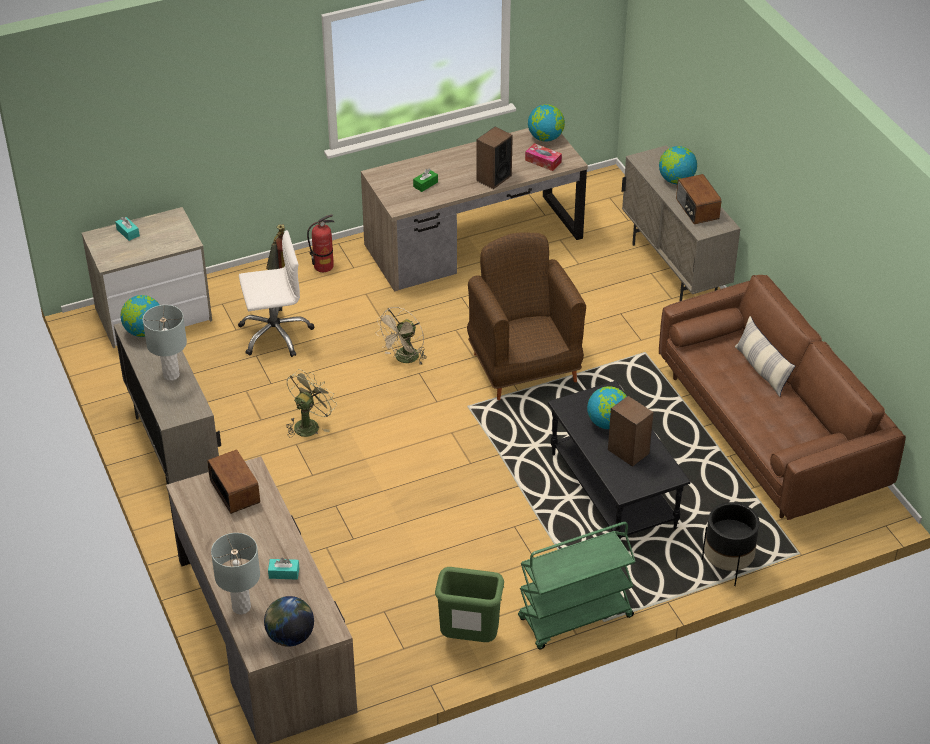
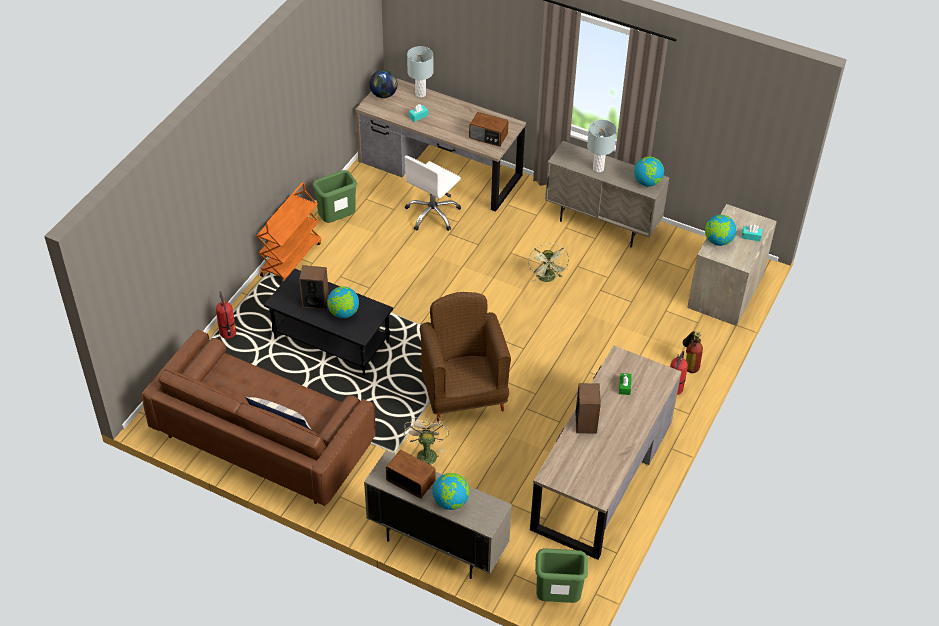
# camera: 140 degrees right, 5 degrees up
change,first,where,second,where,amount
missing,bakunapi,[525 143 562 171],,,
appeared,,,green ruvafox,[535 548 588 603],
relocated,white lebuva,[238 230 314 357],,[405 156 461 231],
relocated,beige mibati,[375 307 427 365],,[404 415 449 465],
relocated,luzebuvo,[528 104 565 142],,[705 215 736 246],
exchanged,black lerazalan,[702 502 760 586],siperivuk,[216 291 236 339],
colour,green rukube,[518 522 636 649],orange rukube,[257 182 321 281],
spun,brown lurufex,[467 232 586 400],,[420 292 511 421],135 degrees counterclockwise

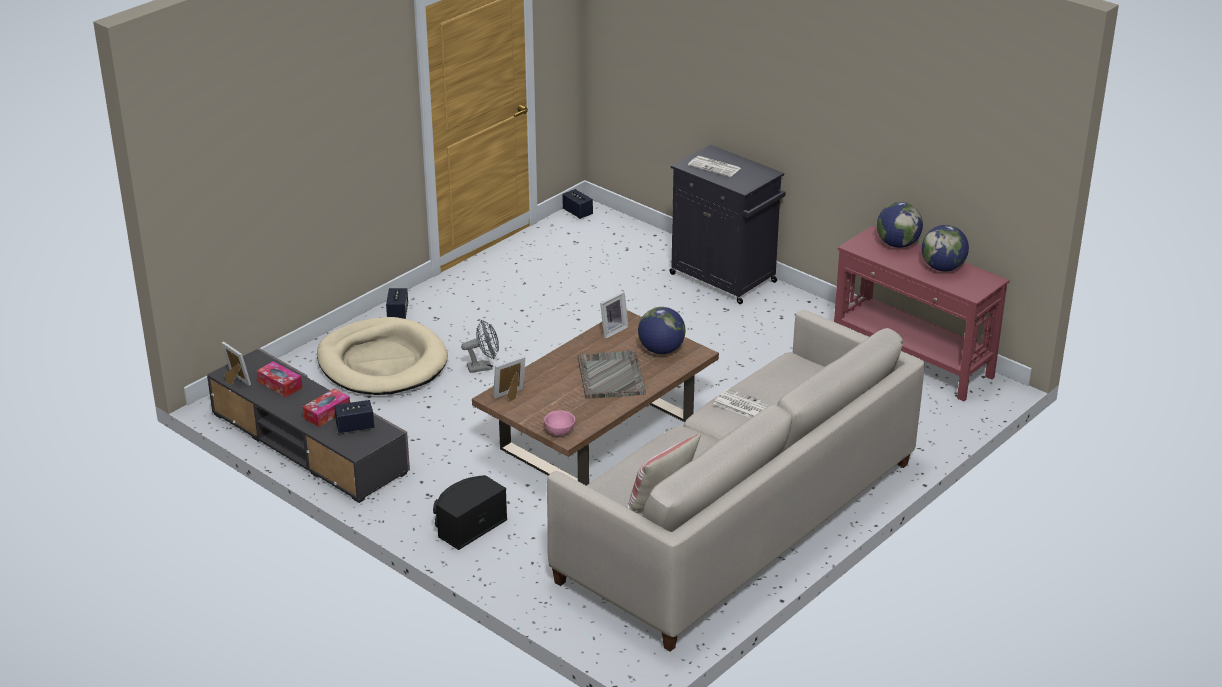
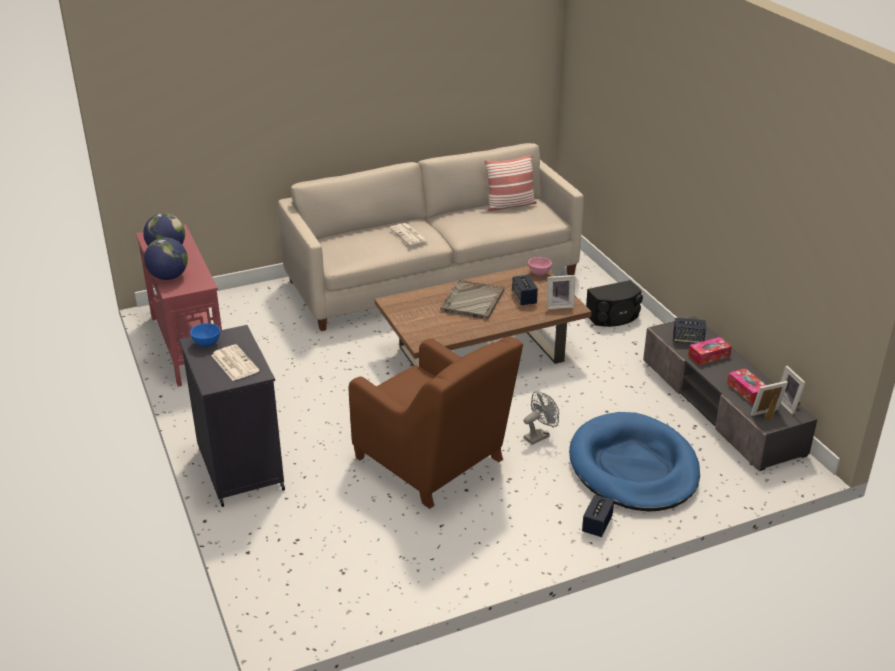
# camera: 155 degrees left, 0 degrees up
change,first,where,second,where,amount
missing,luzebuvo,[638 307 686 354],,,
appeared,,,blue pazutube,[190 323 220 347],
appeared,,,brown lurufex,[349 337 523 509],
relocated,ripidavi,[562 189 593 219],,[512 275 538 305],
relocated,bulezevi,[600 292 628 339],,[751 381 788 421],
colour,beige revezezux,[317 317 448 395],blue revezezux,[569 412 700 512],
spun,grey mibati,[461 320 499 373],,[524 391 559 445],135 degrees clockwise

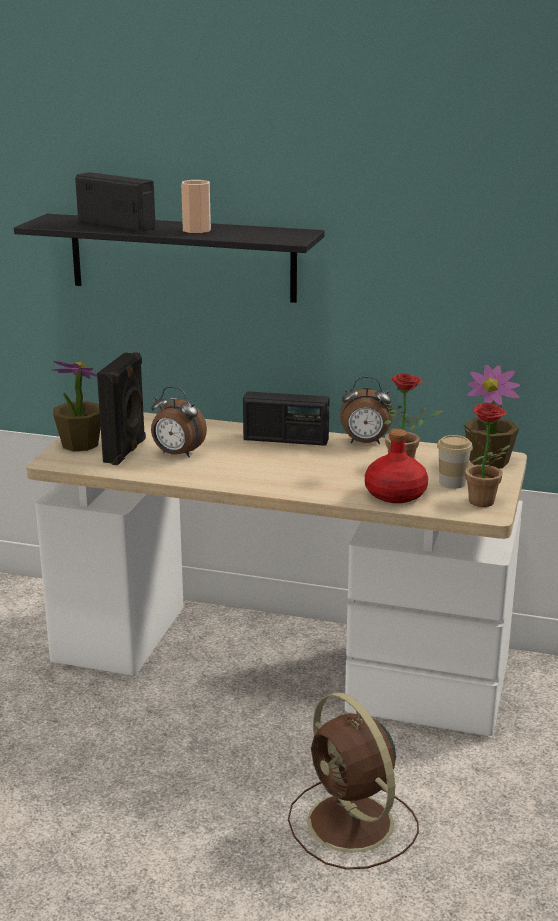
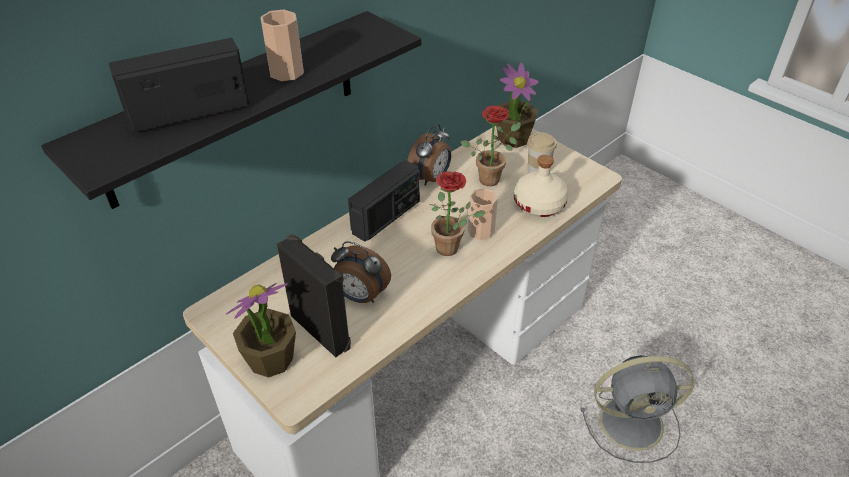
# camera: 60 degrees left, 20 degrees up
change,first,where,second,where,amount
appeared,,,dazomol,[468 188 498 240],
relocated,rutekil,[465 403 510 507],,[429 171 486 256],
colour,brown mibati,[288 692 419 870],grey mibati,[580 355 695 463],
colour,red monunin,[365 429 428 503],beige monunin,[514 155 568 217],
spun,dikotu,[151 387 207 458],,[331 241 391 303],60 degrees clockwise

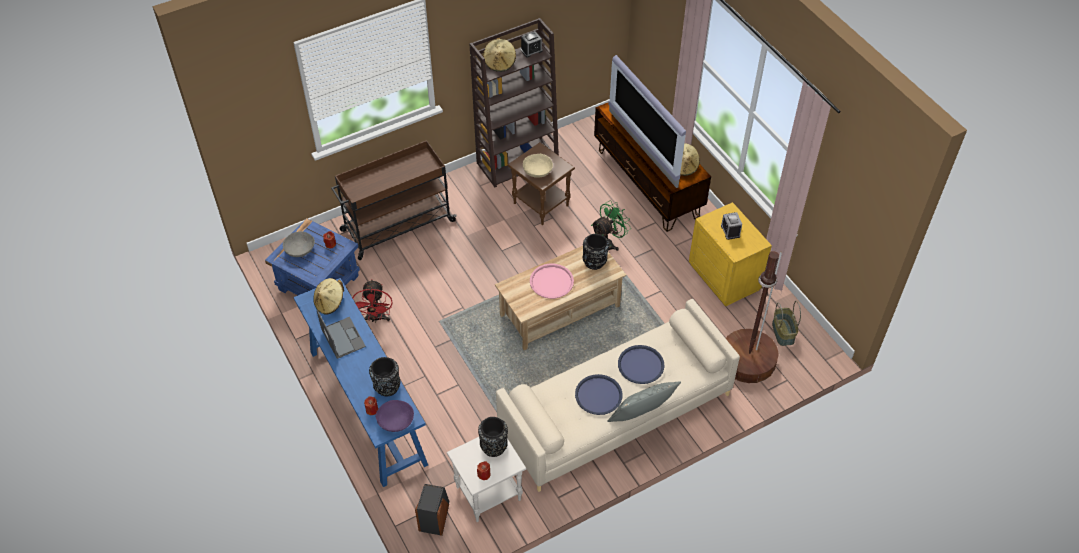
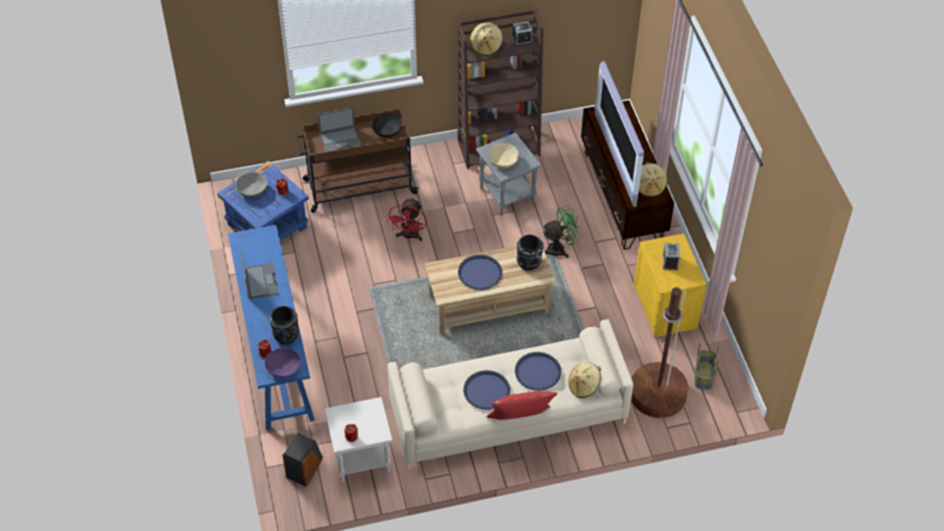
# camera: 15 degrees right, 0 degrees up
change,first,where,second,where,amount
missing,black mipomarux,[478 417 508 457],,,
appeared,,,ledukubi,[317 107 361 152],
appeared,,,black pazutube,[372 113 402 137],
relocated,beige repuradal,[313 278 344 315],,[568 362 601 398],
relocated,red mibati,[352 279 392 323],,[387 197 427 241],
colour,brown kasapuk,[508 142 575 225],grey kasapuk,[476 133 542 216],
colour,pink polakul,[530 264 574 299],blue polakul,[458 255 502 290],
colour,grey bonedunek,[607 381 681 422],red bonedunek,[486 391 558 420],

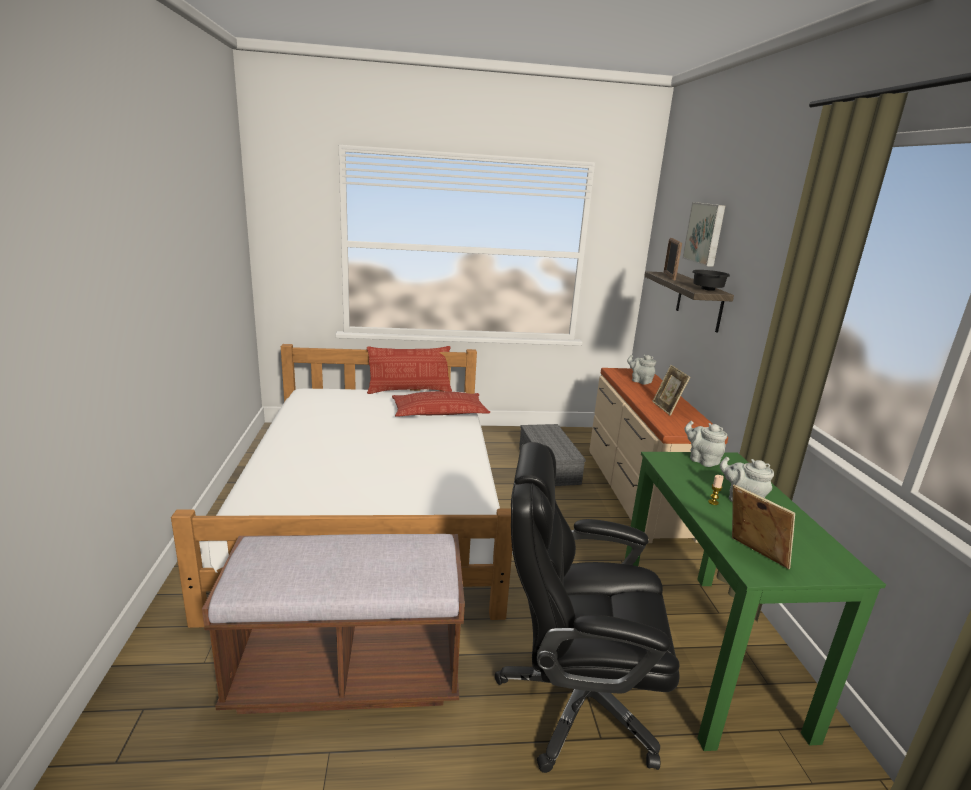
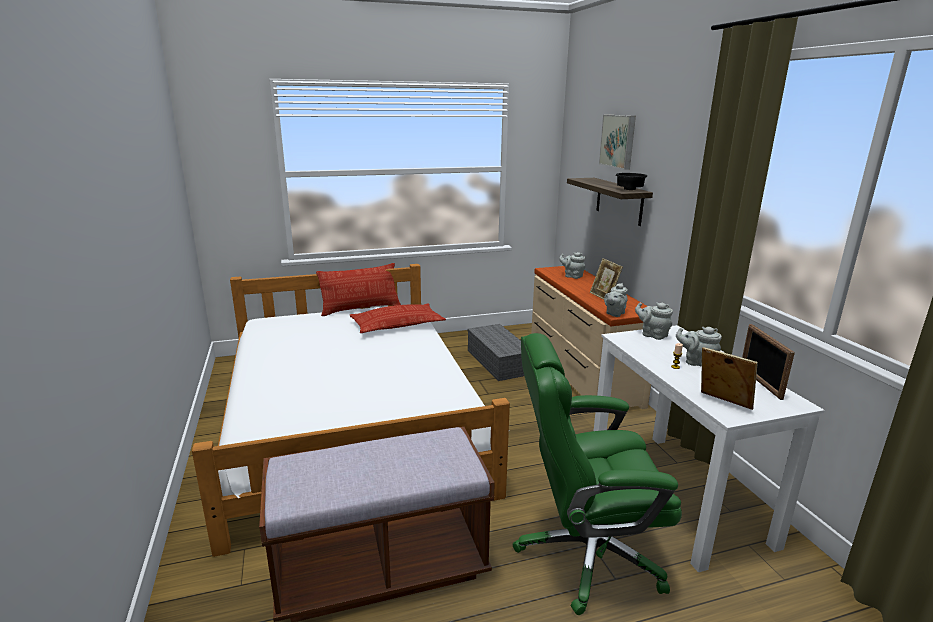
# camera: 10 degrees left, 0 degrees up
change,first,where,second,where,amount
appeared,,,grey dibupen,[604 283 628 317],
relocated,bulezevi,[664 238 682 281],,[742 324 795 400],
colour,black lebuva,[495 442 680 773],green lebuva,[513 333 682 615],
colour,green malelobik,[625 452 886 751],white malelobik,[594 325 825 572],

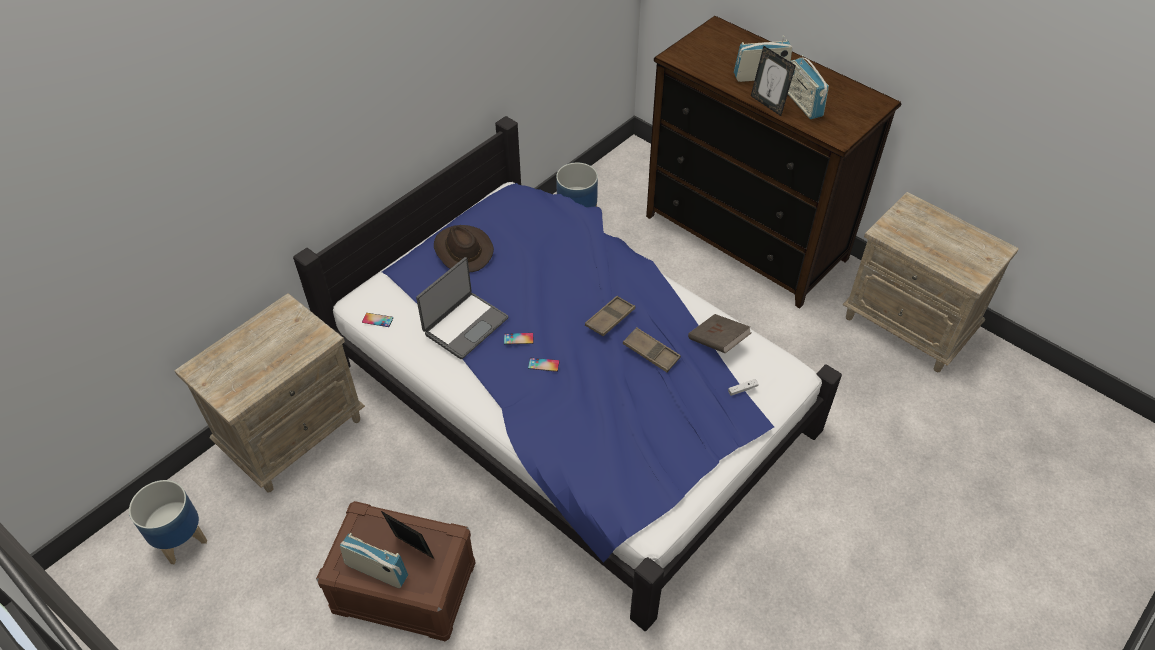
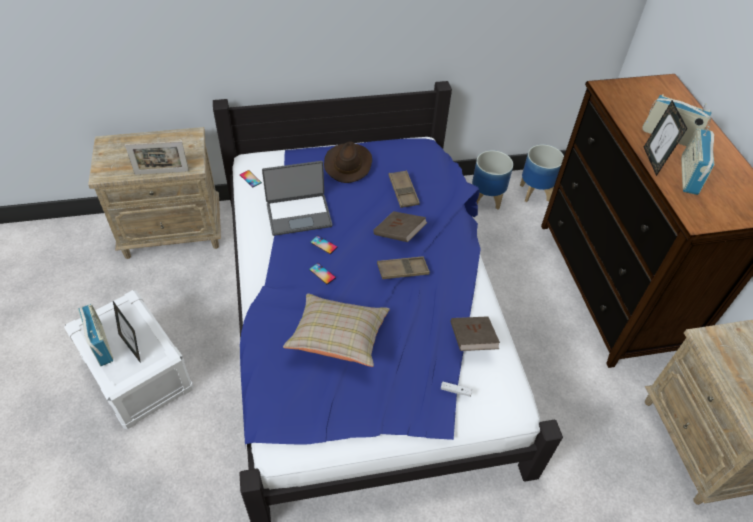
# camera: 35 degrees right, 0 degrees up
change,first,where,second,where,amount
appeared,,,bulezevi,[125 141 189 175],
appeared,,,beige bonedunek,[283 294 390 367],
appeared,,,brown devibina,[373 211 427 242],
relocated,lerazalan,[129 480 207 564],,[520 145 564 202],
relocated,brown polakul,[623 327 681 373],,[389 170 420 208],
colour,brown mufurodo,[316 501 476 641],white mufurodo,[64 290 194 429],

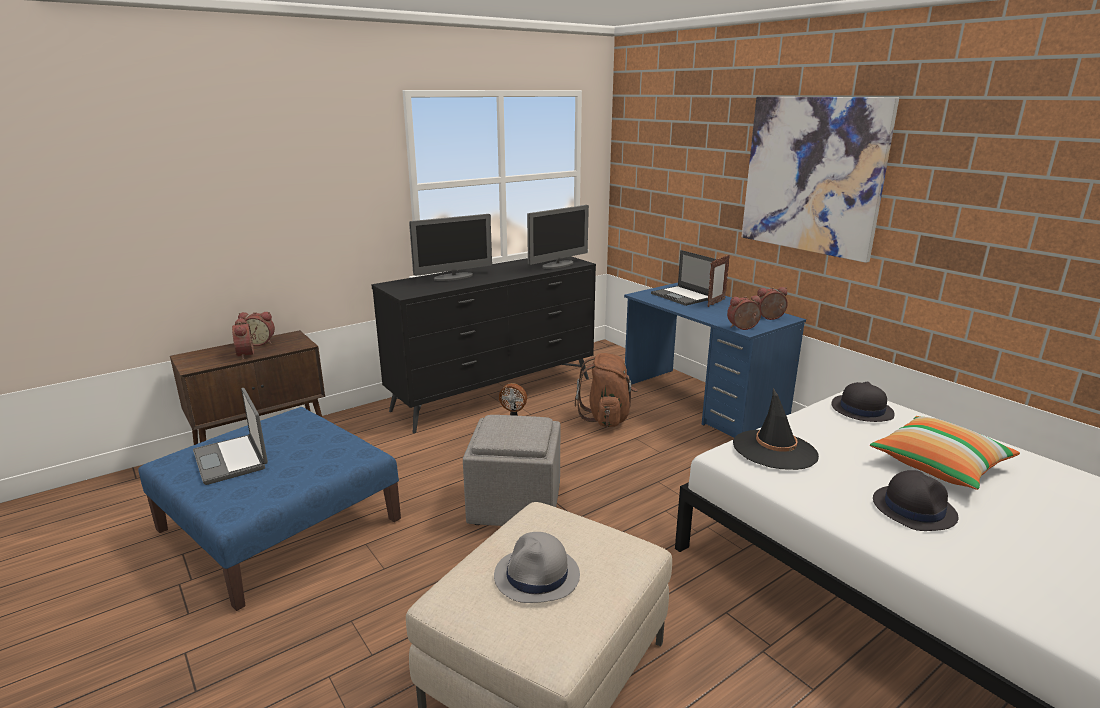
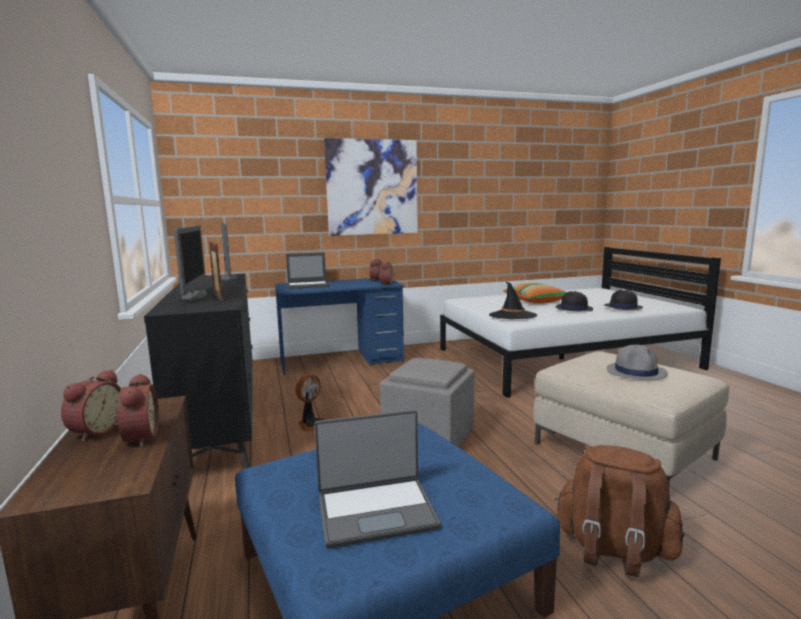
# camera: 70 degrees left, 10 degrees down
change,first,where,second,where,amount
relocated,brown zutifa,[575 353 638 427],,[555 445 684 577],
relocated,bulezevi,[707 254 730 307],,[209 241 223 301],
relocated,black repuradal,[831 382 895 422],,[604 290 643 310],
spun,dikotu,[232 318 256 359],,[113 373 159 447],105 degrees counterclockwise

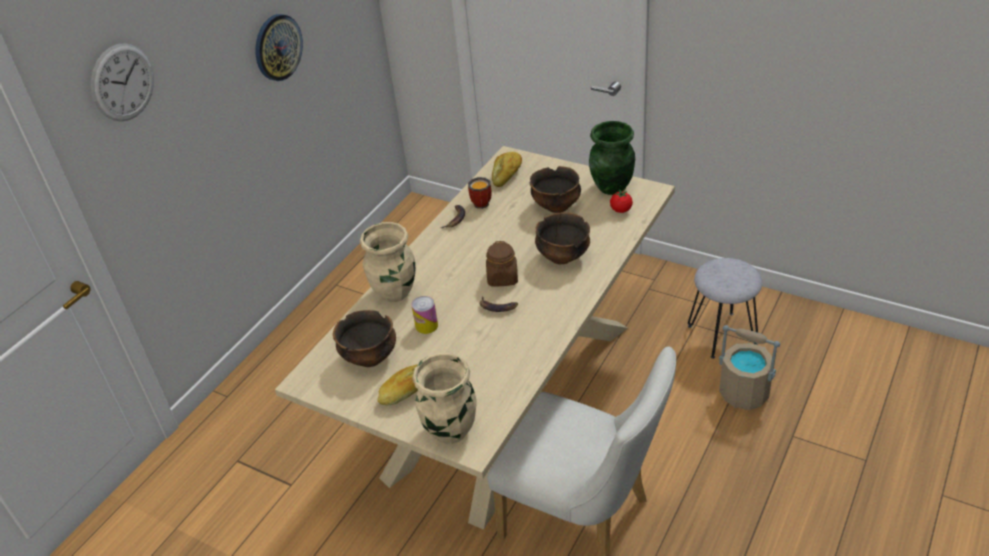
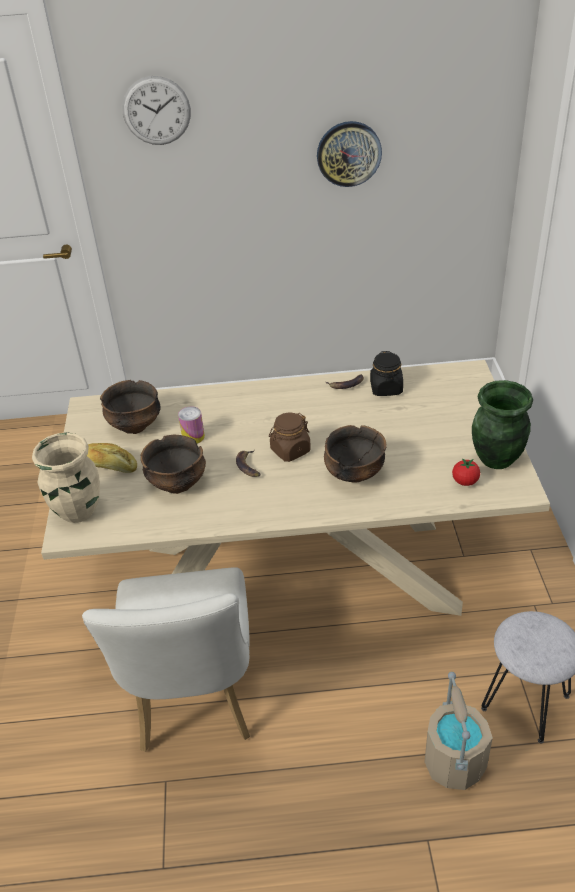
# camera: 55 degrees right, 0 degrees up
change,first,where,second,where,amount
missing,beige mipomarux,[360 222 415 302],,,
missing,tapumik,[492 152 522 187],,,
relocated,pazutube,[530 166 581 213],,[140 434 206 494],
exchanged,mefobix,[468 177 491 209],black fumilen,[370 351 403 396],

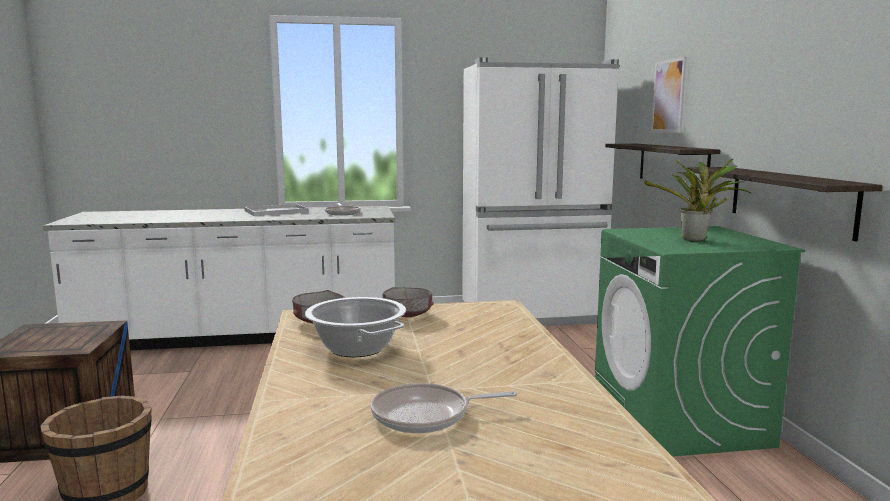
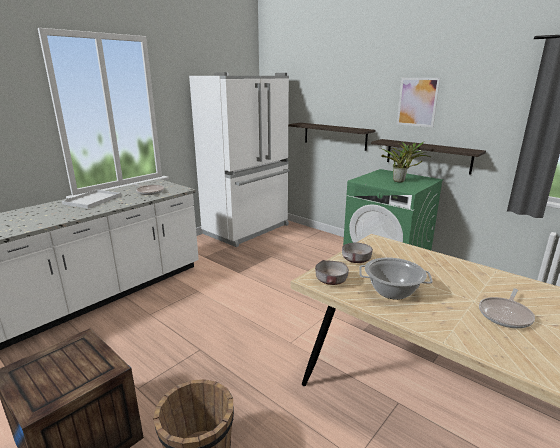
# camera: 40 degrees left, 10 degrees up
change,first,where,second,where,amount
relocated,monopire,[651 57 687 133],,[397 78 440 127],

